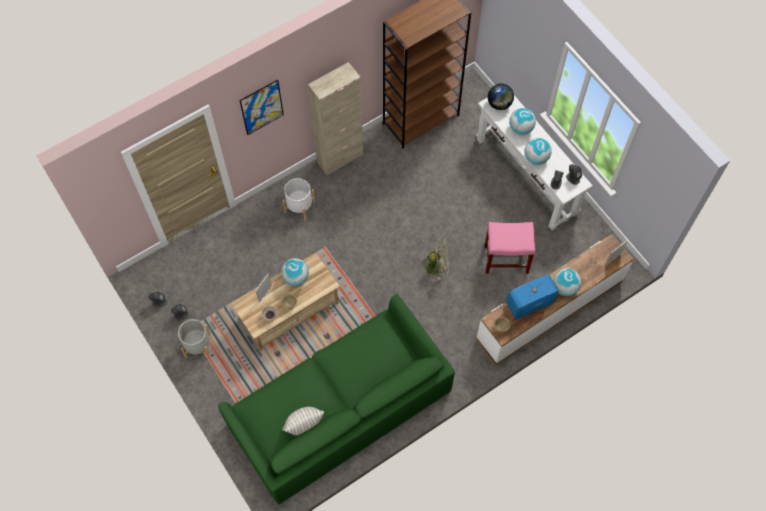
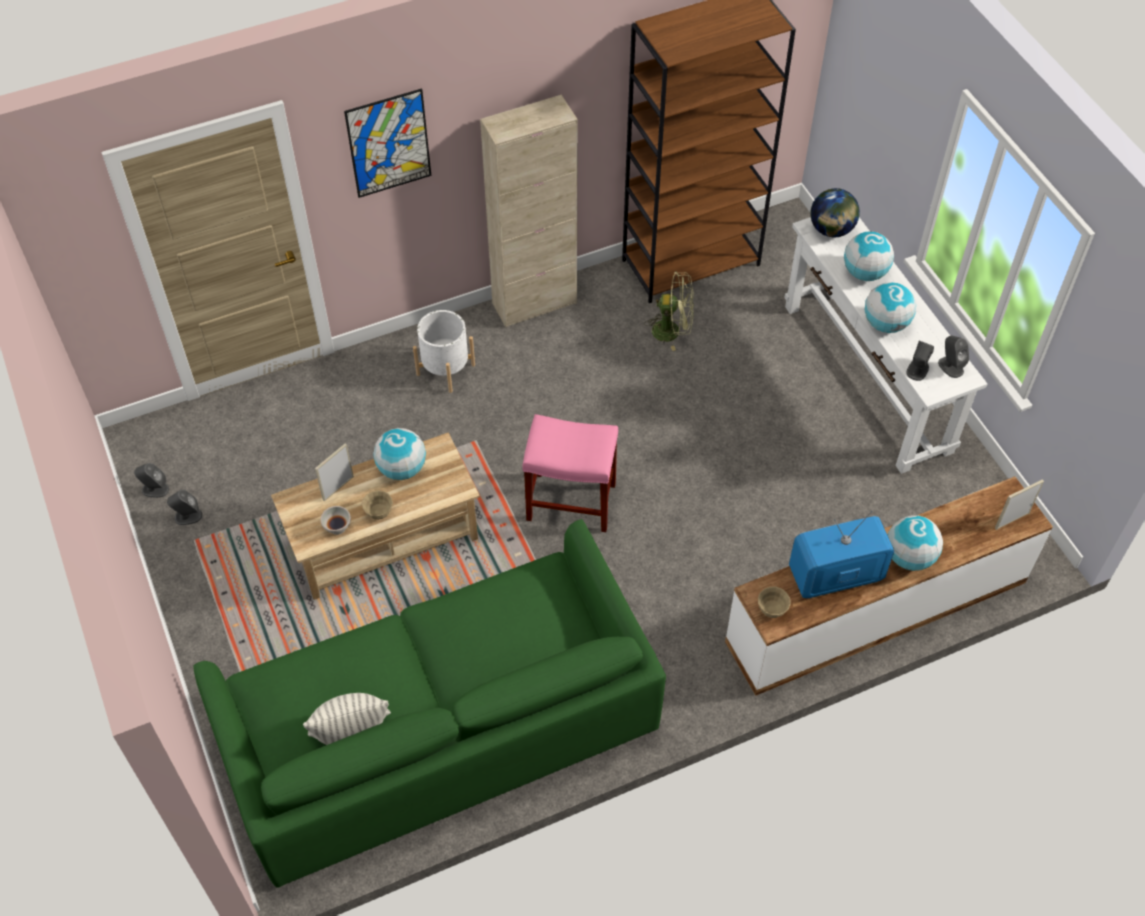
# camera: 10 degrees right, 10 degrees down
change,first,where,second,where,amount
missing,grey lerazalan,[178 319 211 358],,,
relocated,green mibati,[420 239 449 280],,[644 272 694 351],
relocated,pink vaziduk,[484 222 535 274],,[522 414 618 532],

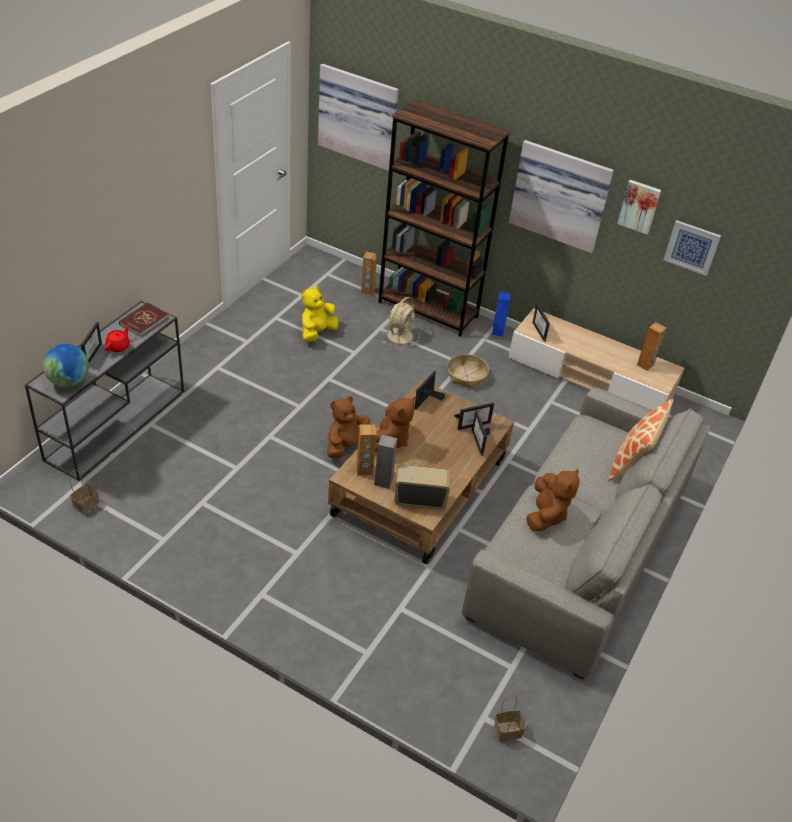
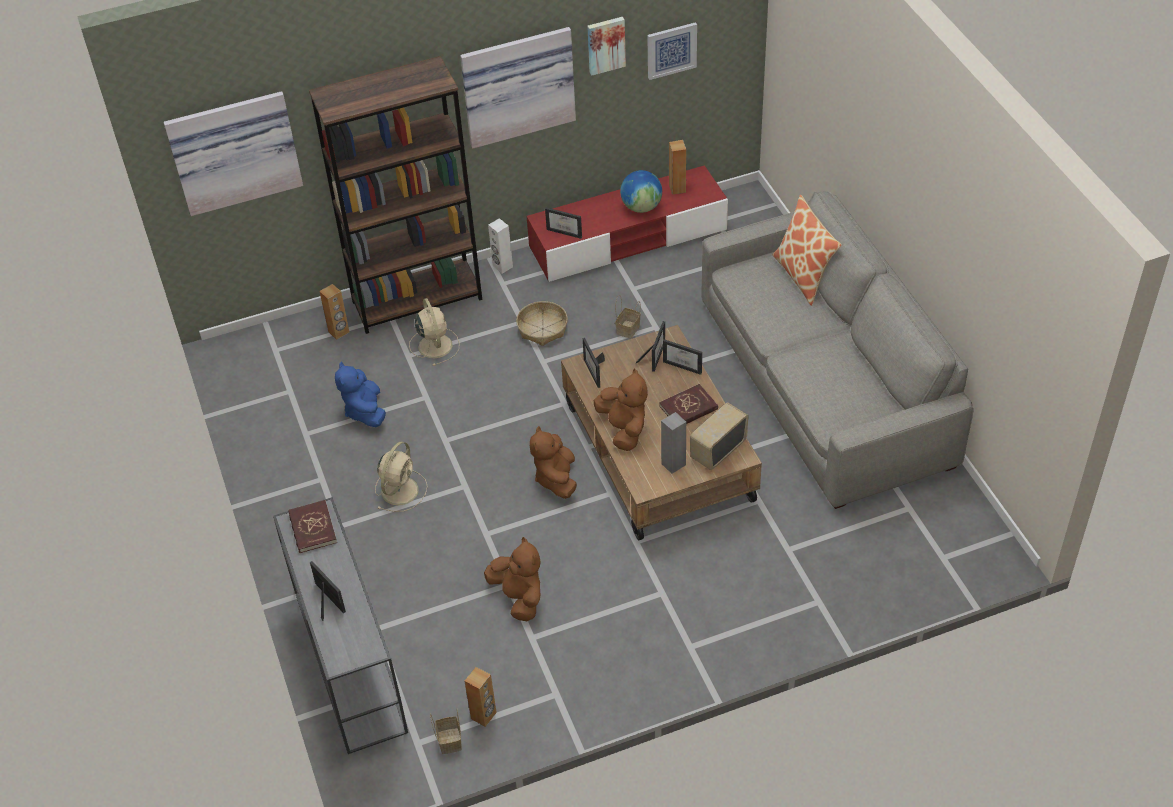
# camera: 45 degrees left, 5 degrees up
change,first,where,second,where,amount
missing,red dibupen,[105 324 130 352],,,
appeared,,,beige mibati,[375 442 428 512],
appeared,,,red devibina,[659 384 718 424],
relocated,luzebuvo,[43 344 89 387],,[620 170 662 213],
relocated,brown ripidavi,[356 424 377 475],,[464 667 497 727],
relocated,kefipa,[494 695 526 741],,[615 295 641 339],
relocated,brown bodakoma,[526 469 580 531],,[484 537 541 621],
colour,yellow bodakoma,[301 286 338 342],blue bodakoma,[335 362 386 427],
colour,blue ripidavi,[492 292 511 336],white ripidavi,[488 218 513 274],
colour,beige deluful,[508 308 684 410],red deluful,[527 165 728 282],

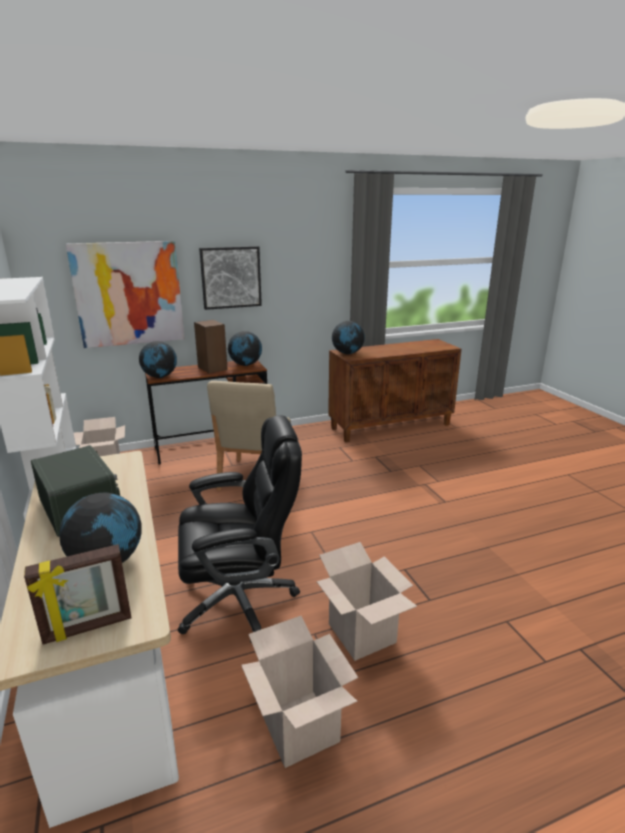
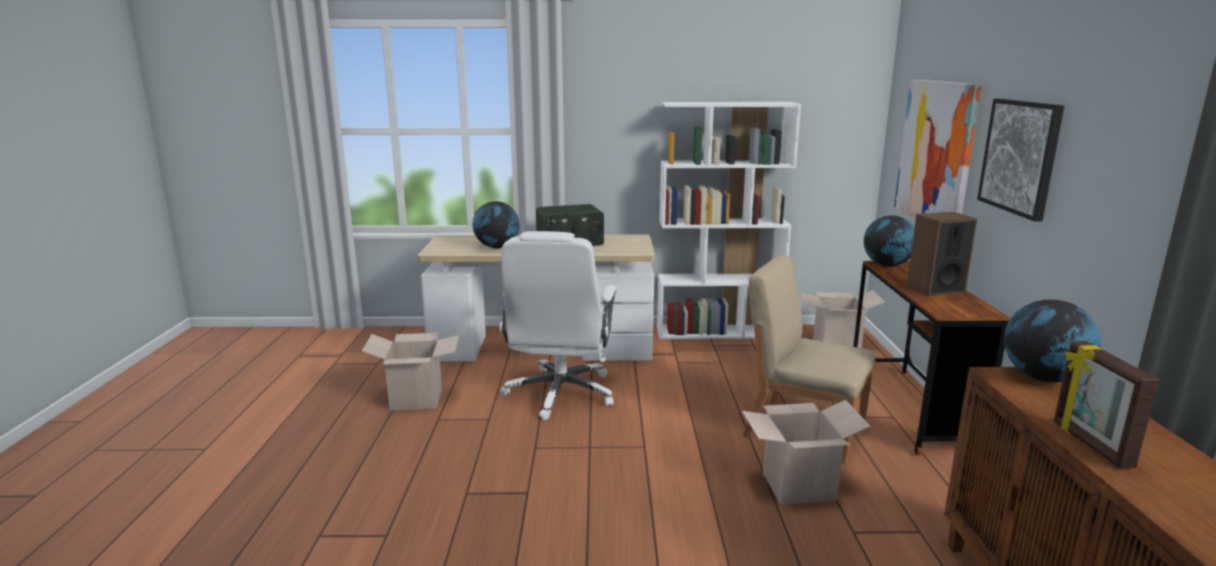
# camera: 110 degrees right, 5 degrees down
change,first,where,second,where,amount
missing,luzebuvo,[228 331 262 366],,,
relocated,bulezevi,[24 544 132 645],,[1054 341 1159 469],
relocated,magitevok,[317 542 417 661],,[742 400 871 505],
colour,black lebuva,[178 415 302 643],white lebuva,[500 231 617 420],

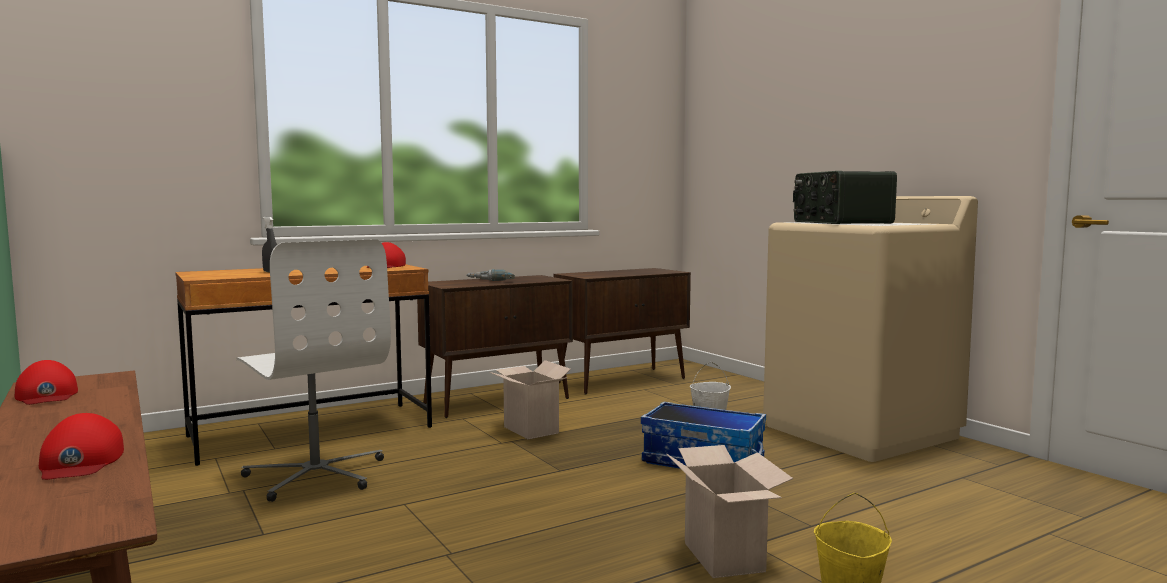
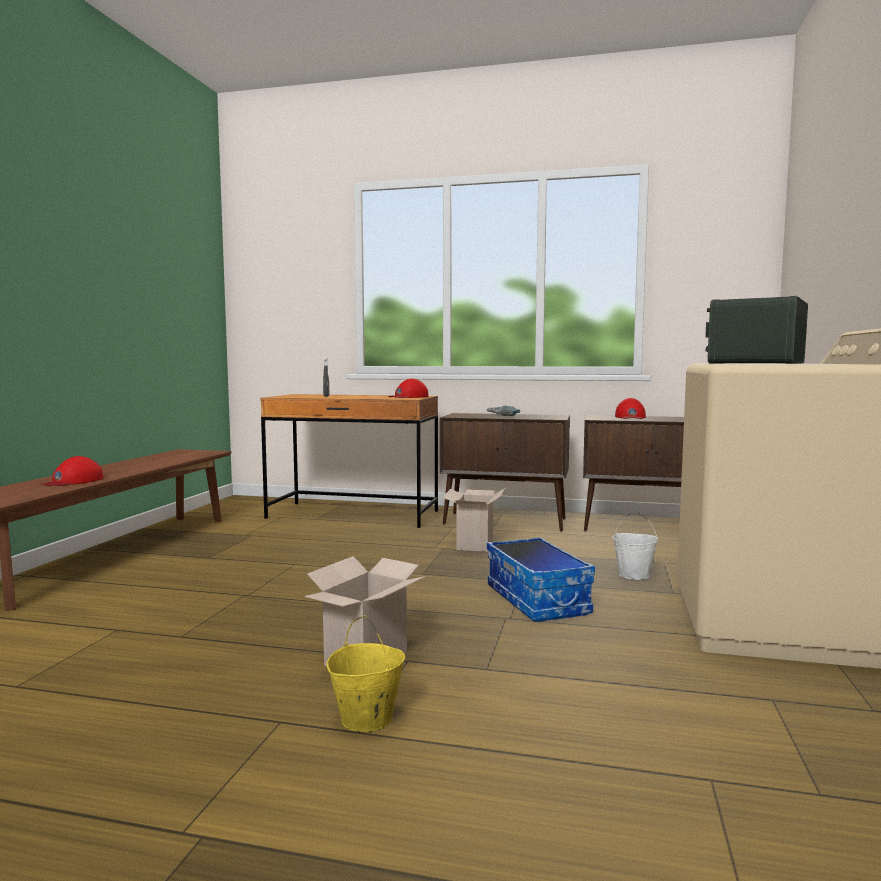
# camera: 45 degrees right, 0 degrees up
change,first,where,second,where,amount
missing,white lebuva,[237 239 391 502],,,
relocated,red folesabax,[15 360 78 405],,[615 398 646 419],

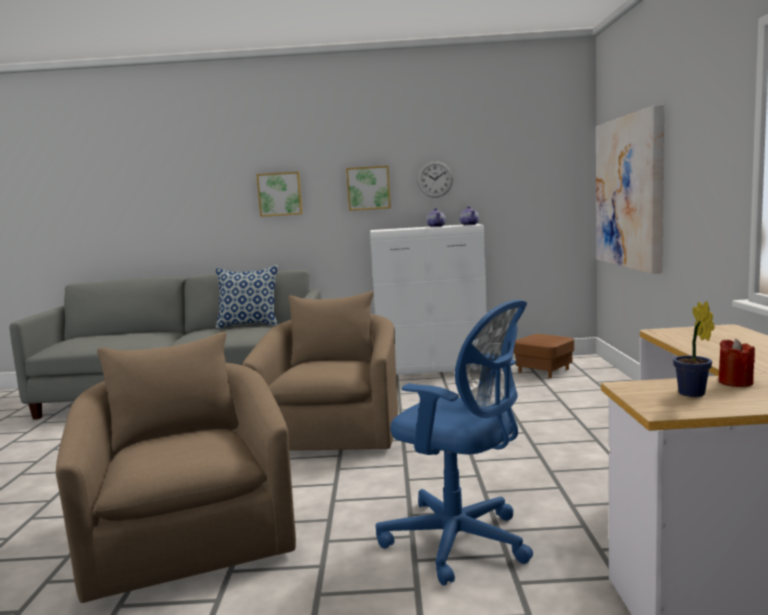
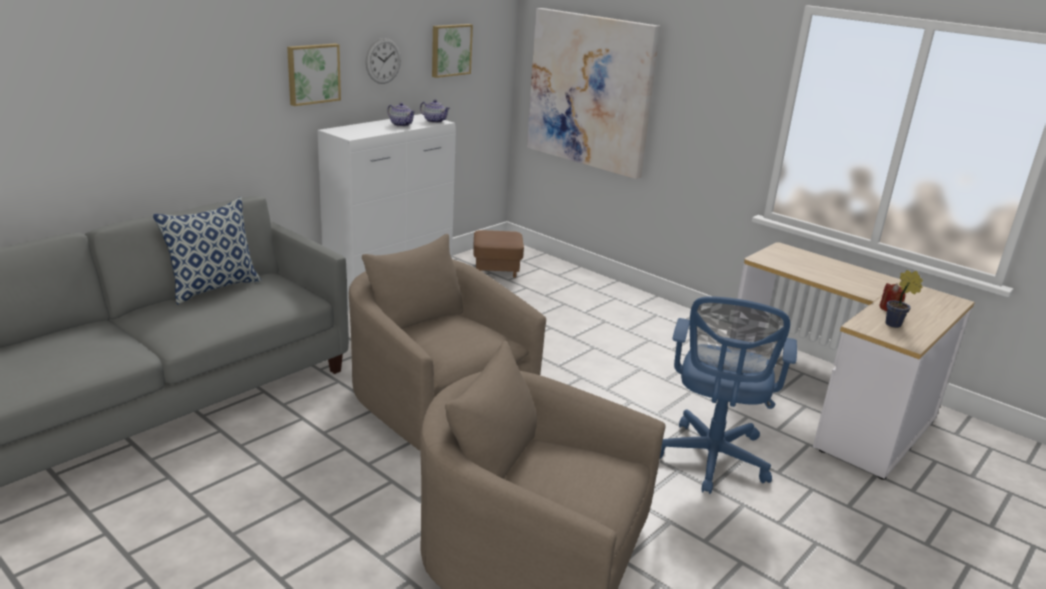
# camera: 50 degrees left, 15 degrees up
change,first,where,second,where,amount
relocated,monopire,[256 172 303 217],,[432 24 473 78],
spun,blue lebuva,[376 300 533 586],,[660 296 797 494],120 degrees clockwise

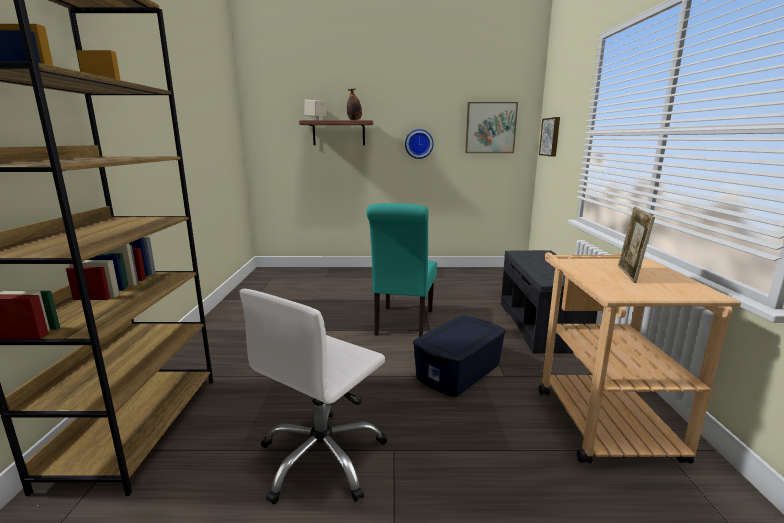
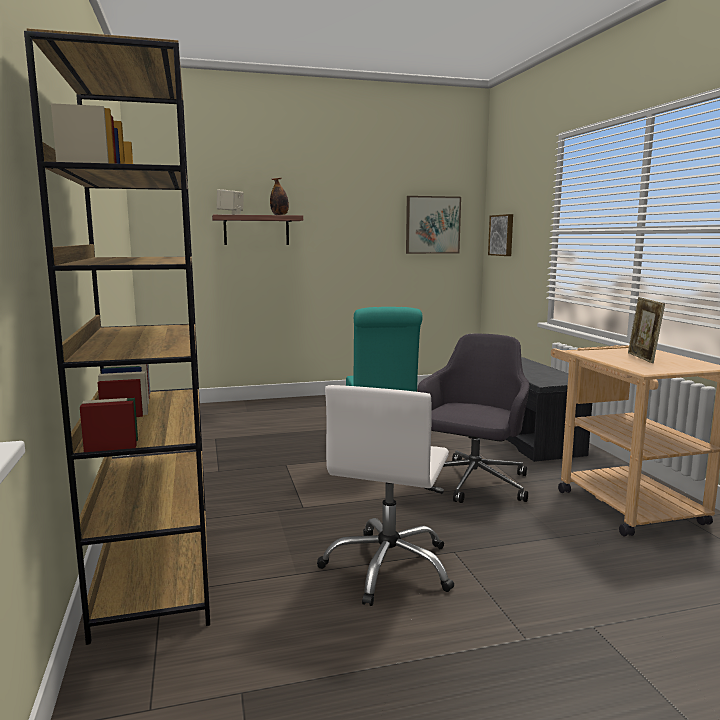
# camera: 15 degrees left, 5 degrees down
change,first,where,second,where,amount
missing,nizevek,[405 129 434 159],,,
exchanged,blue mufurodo,[413 315 506 397],grey lebuva,[418 333 530 503],

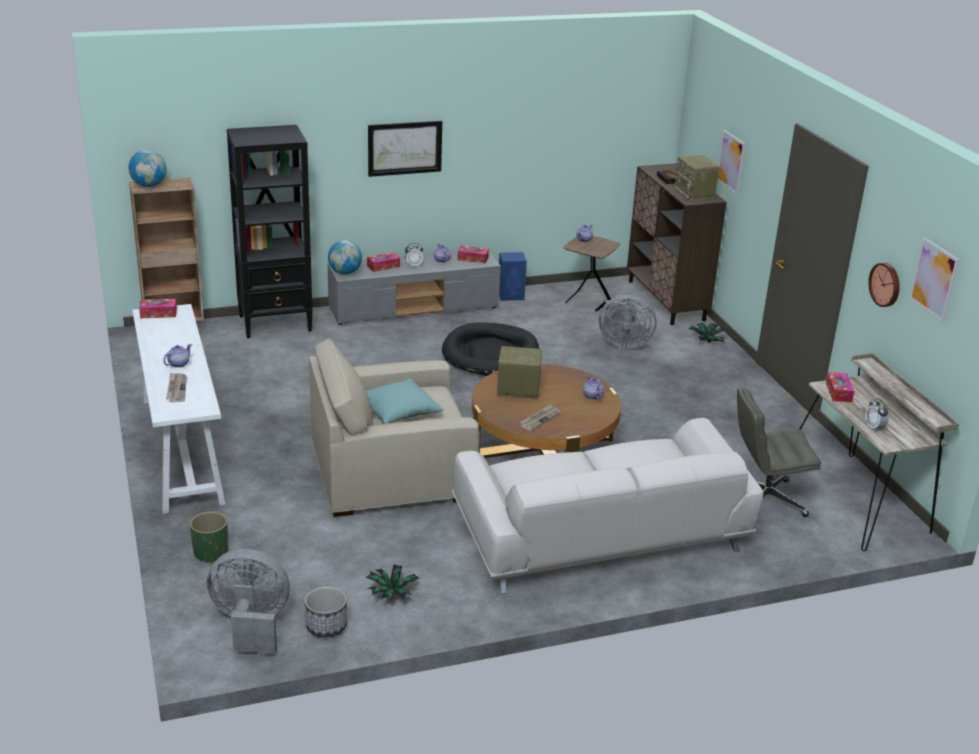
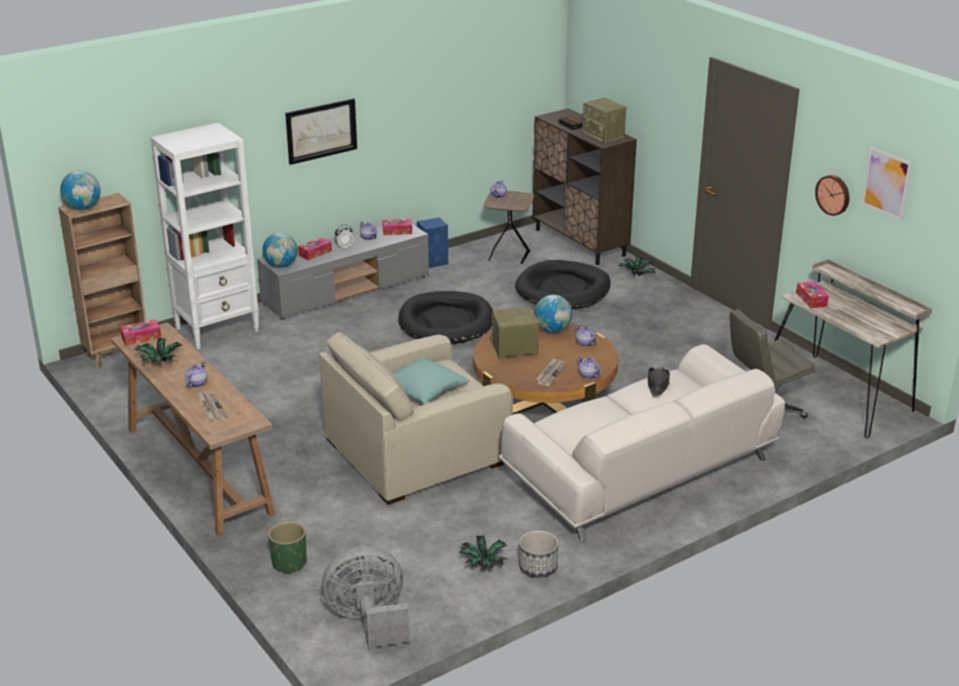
# camera: 15 degrees left, 0 degrees up
change,first,where,second,where,amount
missing,monopire,[718 130 745 195],,,
missing,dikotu,[866 398 889 432],,,
appeared,,,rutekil,[134 338 182 363],
appeared,,,luzebuvo,[534 295 572 333],
appeared,,,dibupen,[577 356 602 379],
appeared,,,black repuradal,[648 367 670 397],
relocated,lerazalan,[305 587 347 637],,[519 531 558 578],
exchanged,grey mibati,[599 294 657 349],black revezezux,[515 260 611 309],
colour,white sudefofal,[132 304 225 514],brown sudefofal,[111 322 276 536],
colour,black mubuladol,[227 125 313 338],white mubuladol,[150 123 259 349],

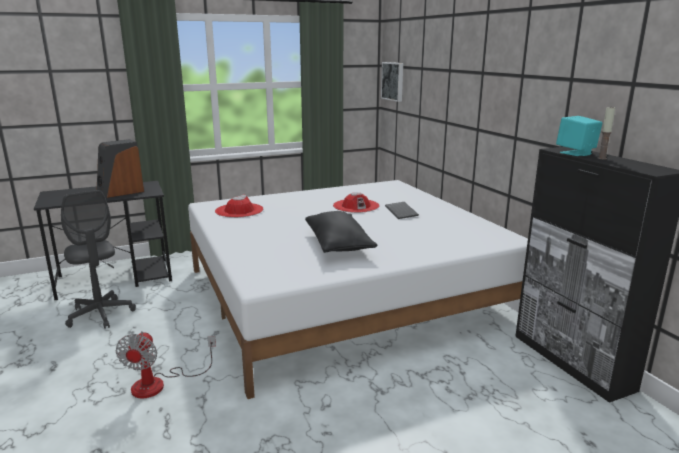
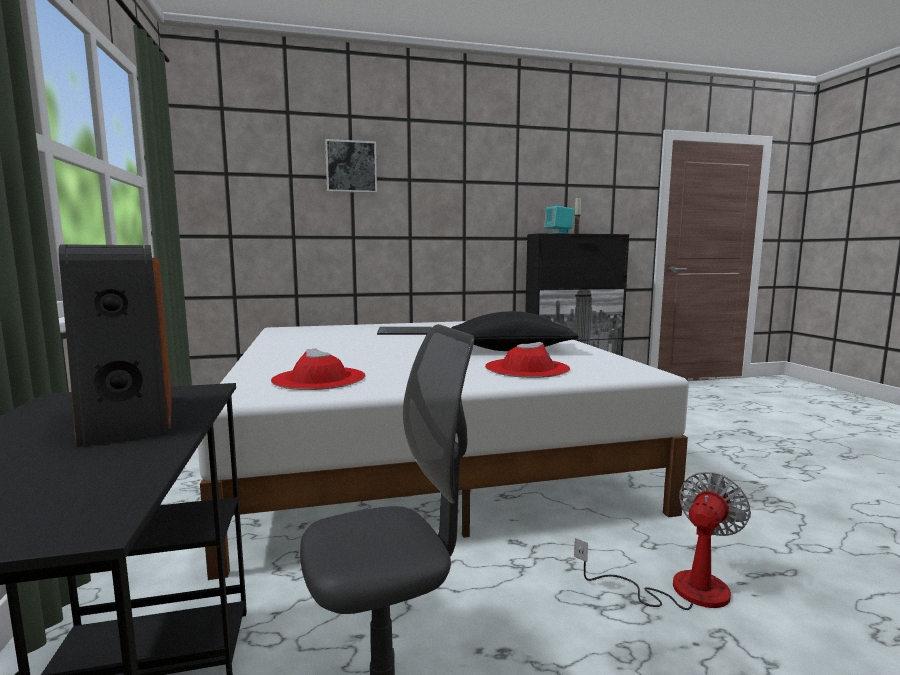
# camera: 80 degrees left, 10 degrees down
change,first,where,second,where,amount
relocated,red repuradal,[333 192 379 213],,[485 342 570 378],
relocated,monopire,[381 62 403 102],,[325 139 377 193],
spun,mibati,[116 331 216 398],,[574 472 751 610],60 degrees counterclockwise

